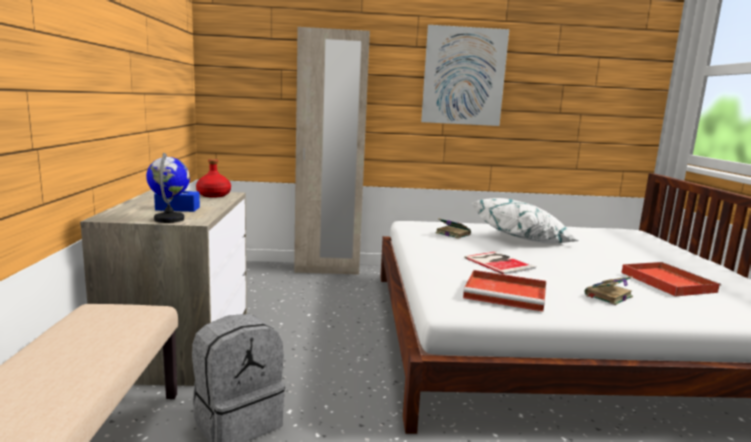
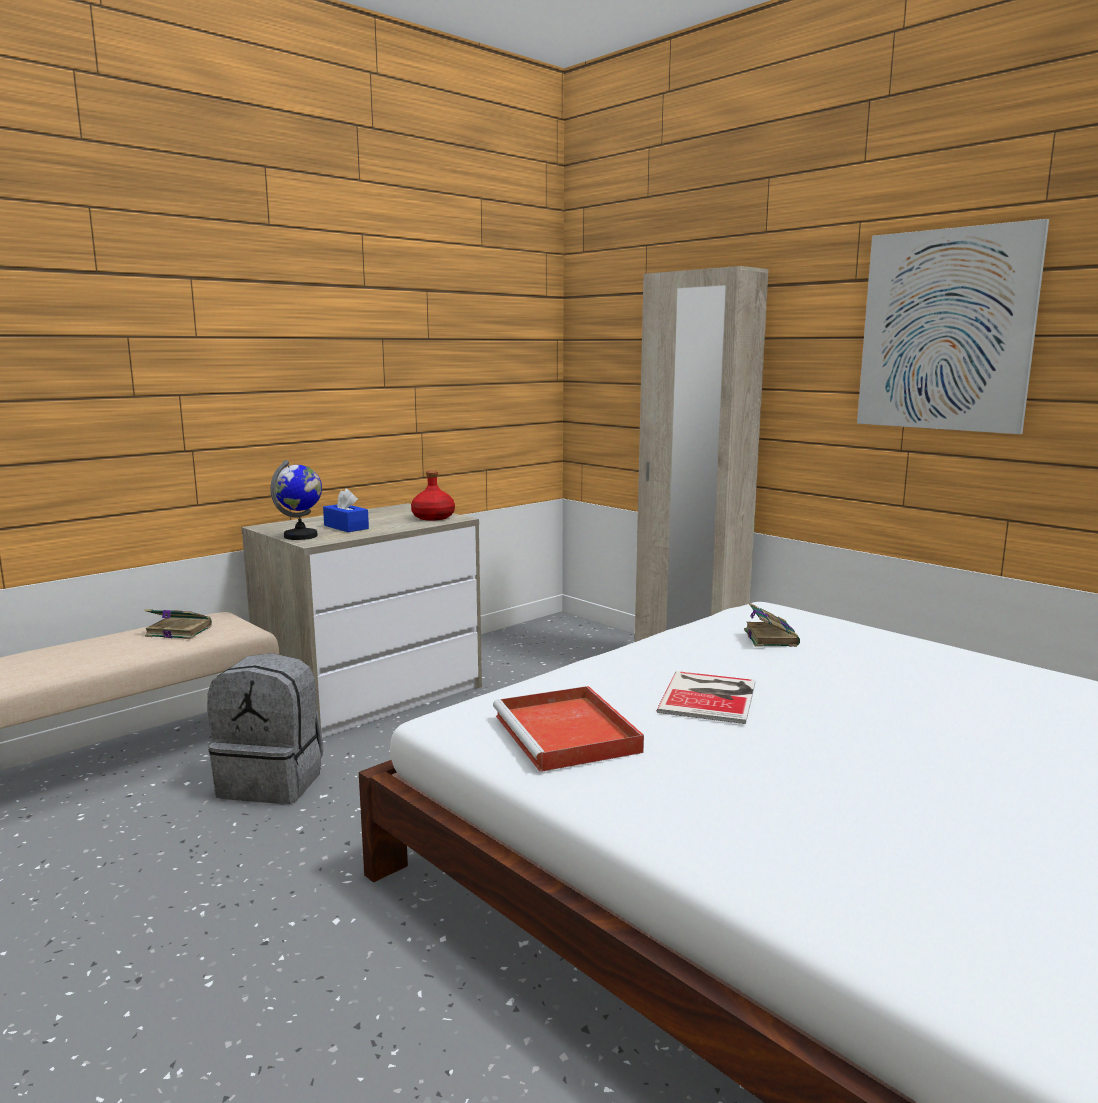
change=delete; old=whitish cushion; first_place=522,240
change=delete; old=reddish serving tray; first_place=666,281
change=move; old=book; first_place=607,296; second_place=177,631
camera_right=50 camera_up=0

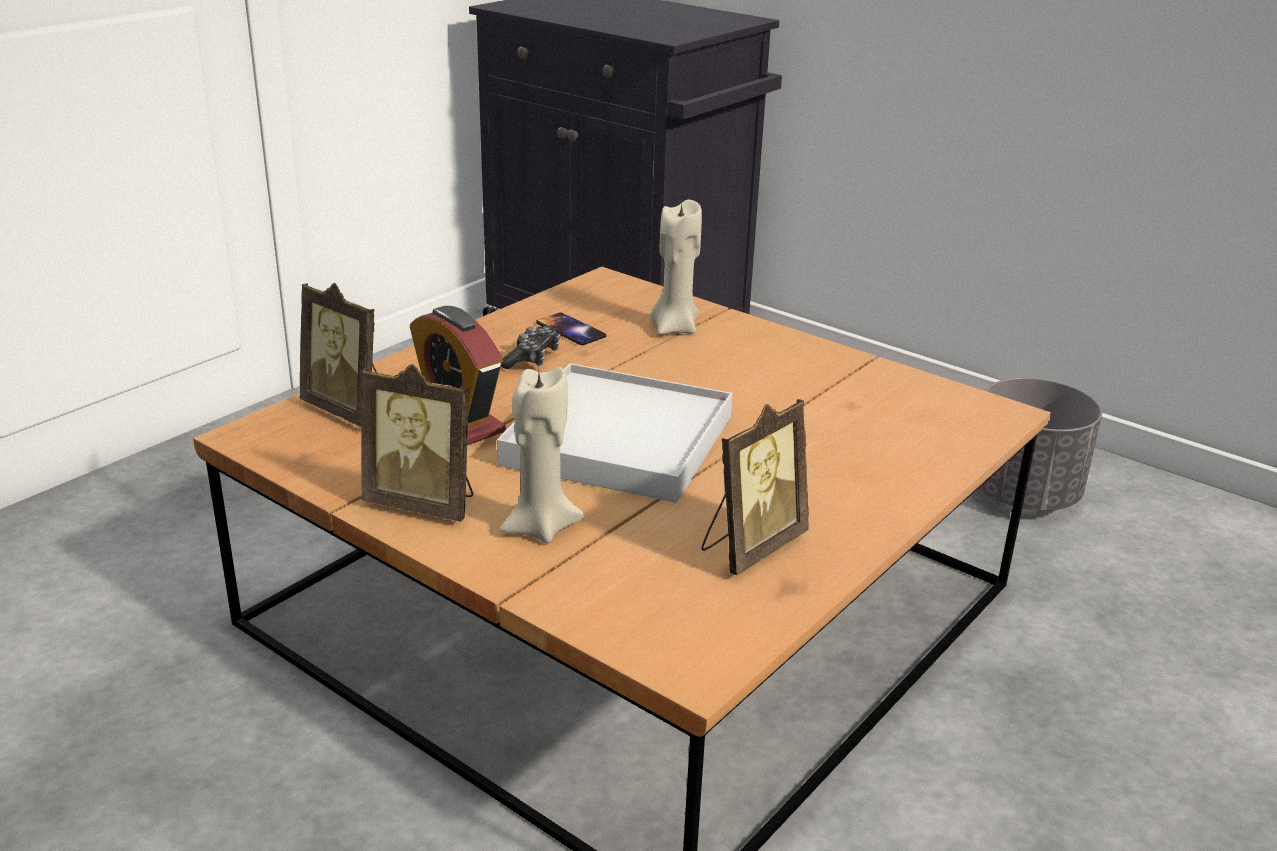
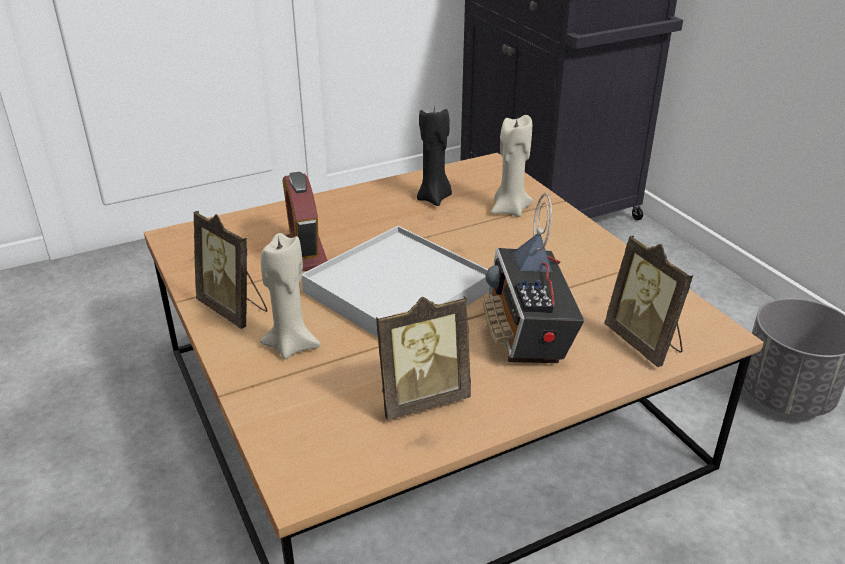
change=delete; old=game controller; first_place=532,358
change=insert; new=radio receiver; second_place=527,335
change=move; old=picture frame; first_place=350,410; second_place=645,343
change=replace; old=phone; new=black-coloured wax candle; first_place=570,330; second_place=434,198
camera_right=25 camera_up=5

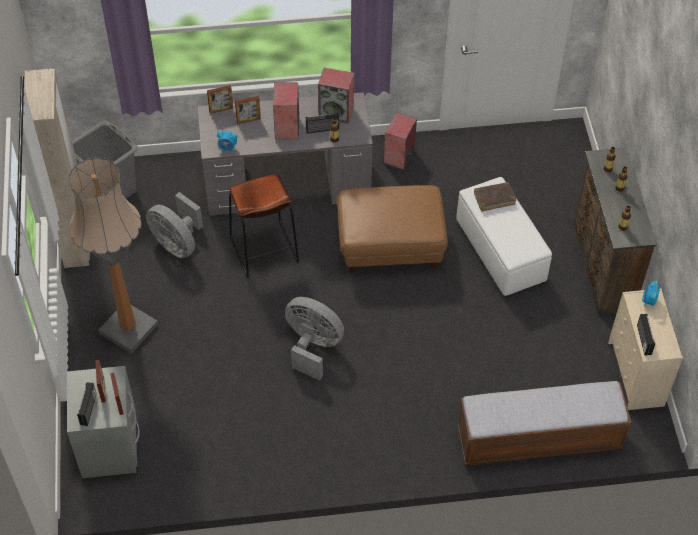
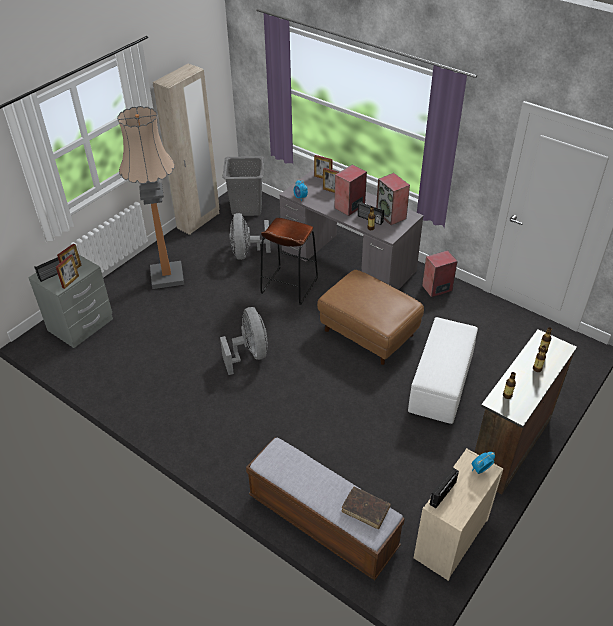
change=move; old=brown book; first_place=494,199; second_place=365,510
camera_right=45 camera_up=-10

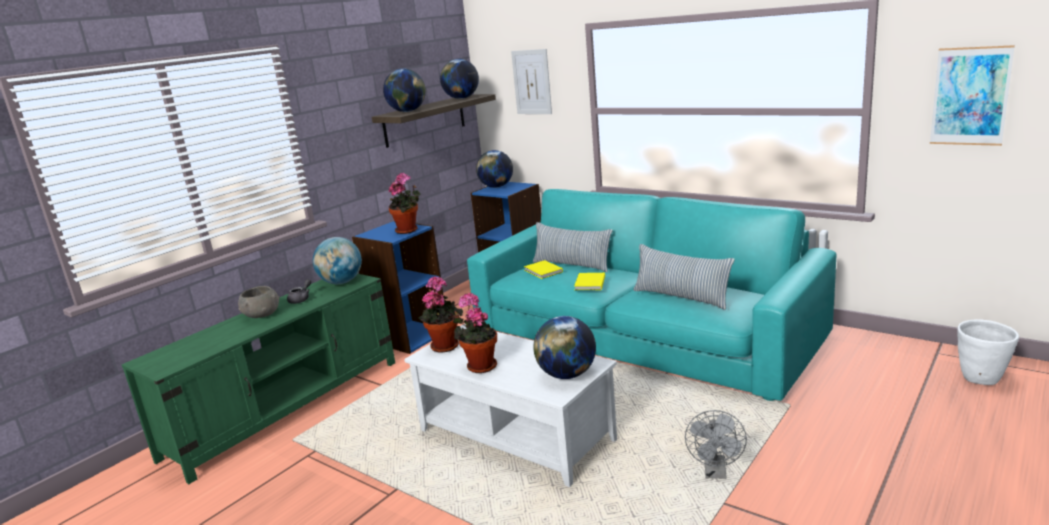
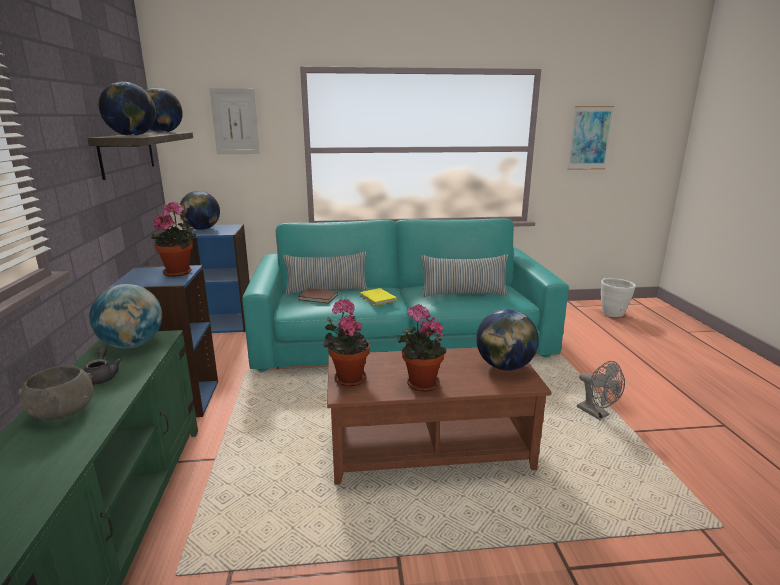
change=recolor; old=whitish coffee table; new=brown coffee table; first_place=517,435; second_place=429,448
change=recolor; old=yellowish book; new=brown book; first_place=543,271; second_place=319,298
camera_right=-45 camera_up=0

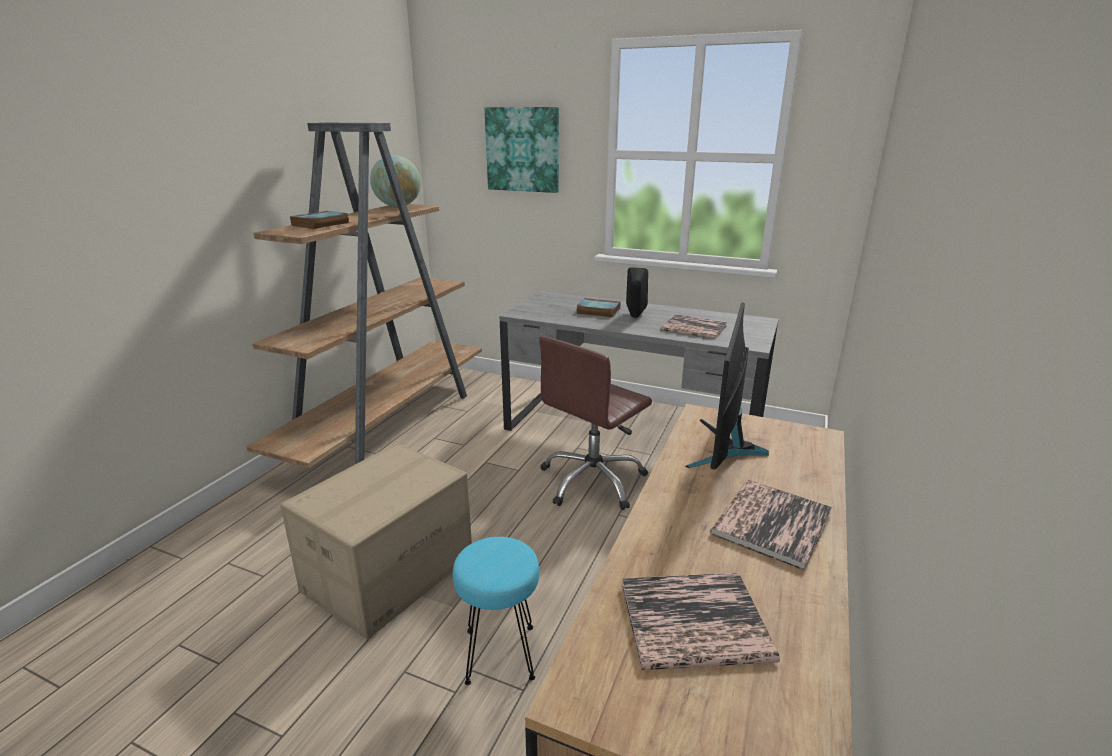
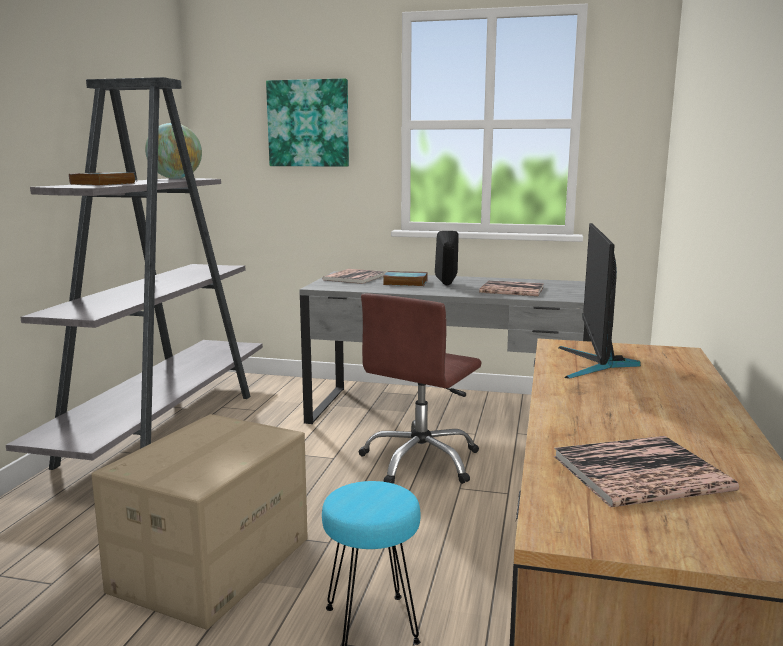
change=move; old=book; first_place=771,523; second_place=354,277
change=recolor; old=brown shelving unit; new=grey shelving unit; first_place=388,423; second_place=164,427
camera_right=-10 camera_up=-10

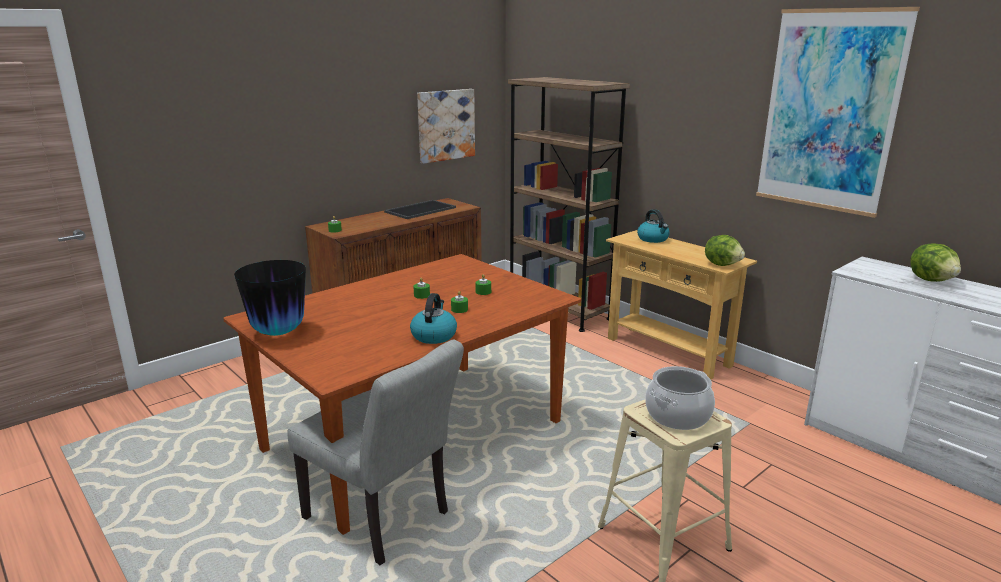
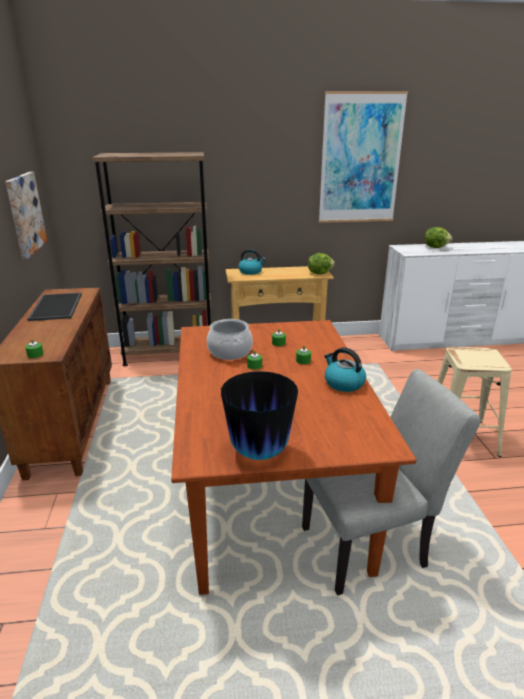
change=move; old=saucepot; first_place=678,415; second_place=230,351
camera_right=-55 camera_up=5

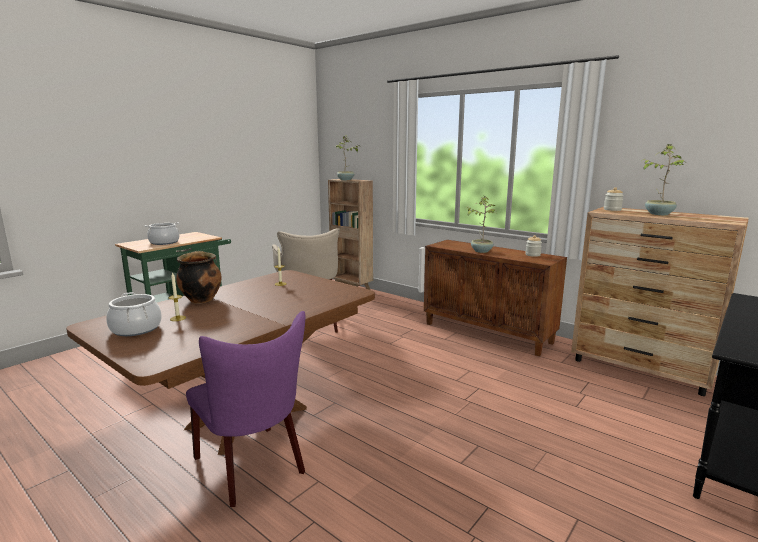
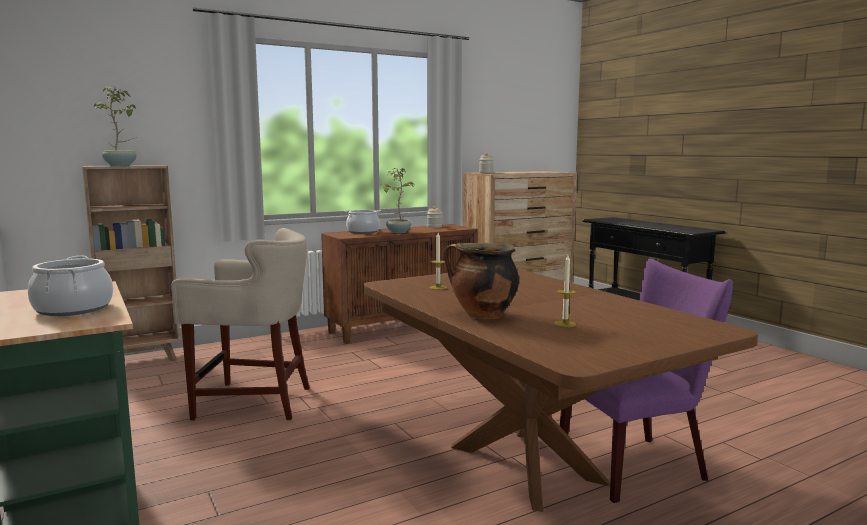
change=delete; old=houseplant; first_place=658,214
change=move; old=saucepot; first_place=136,329; second_place=363,232
camera_right=-70 camera_up=-5

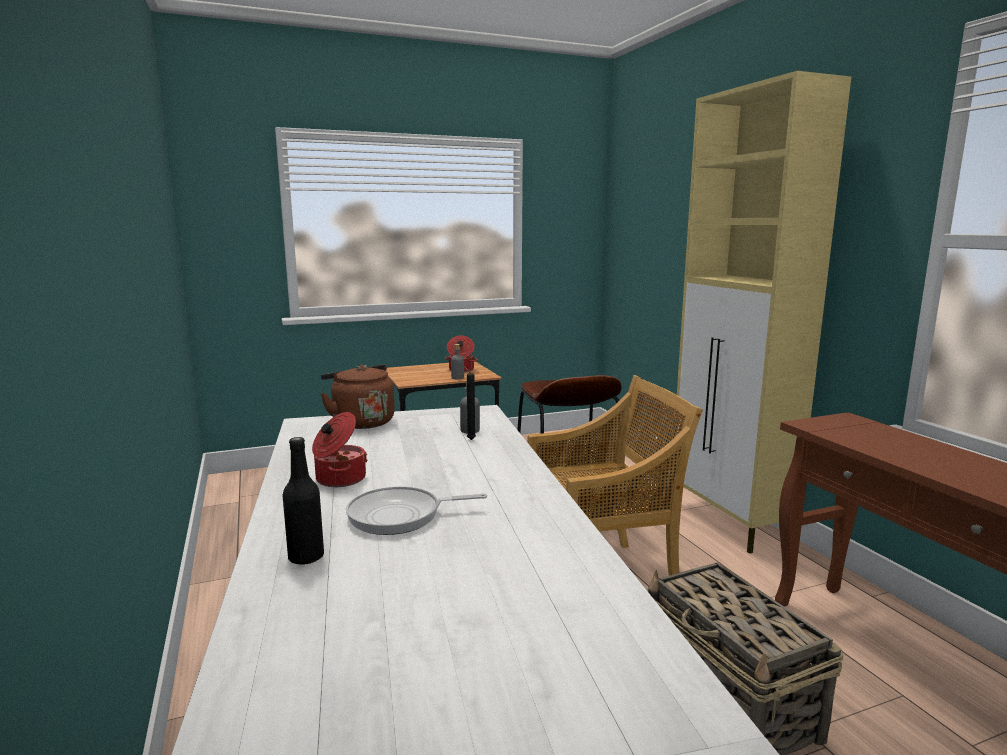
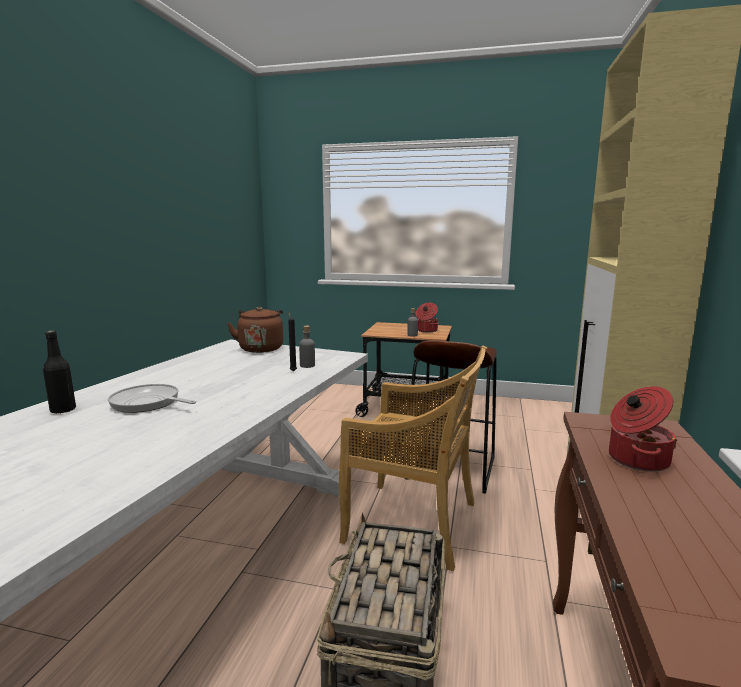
change=move; old=saucepot; first_place=339,479; second_place=636,459
camera_right=35 camera_up=0

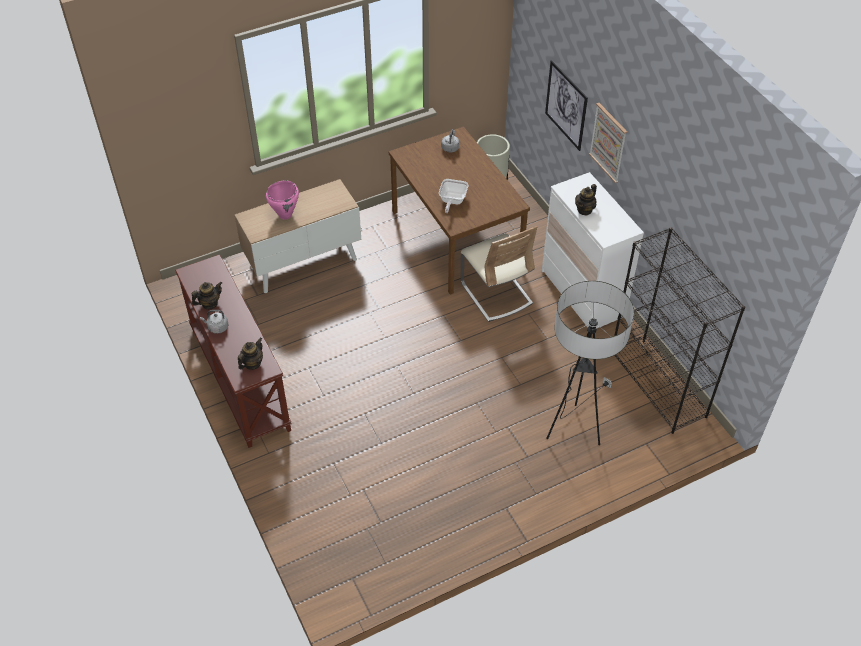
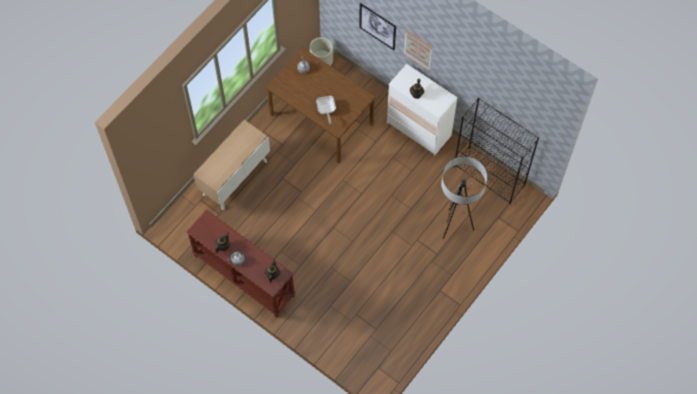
change=delete; old=pinkish saucepot; first_place=285,215
change=delete; old=beige-coloured upright chair; first_place=496,294
camera_right=-25 camera_up=15

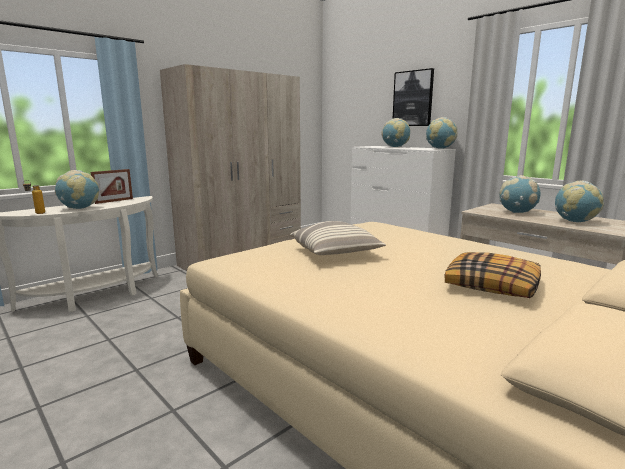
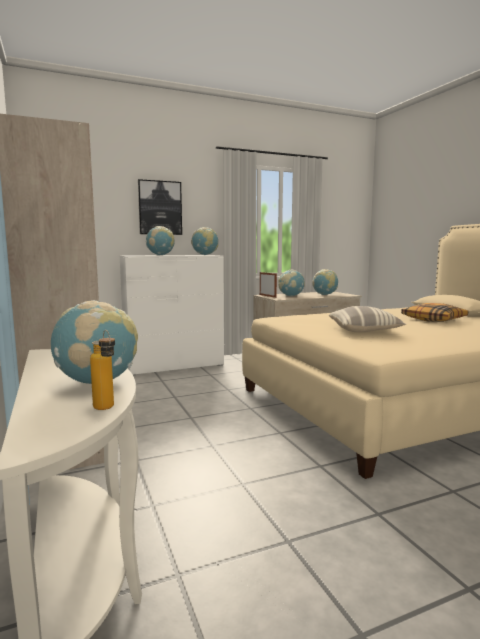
change=move; old=picture frame; first_place=114,201; second_place=267,296
camera_right=-70 camera_up=-5

